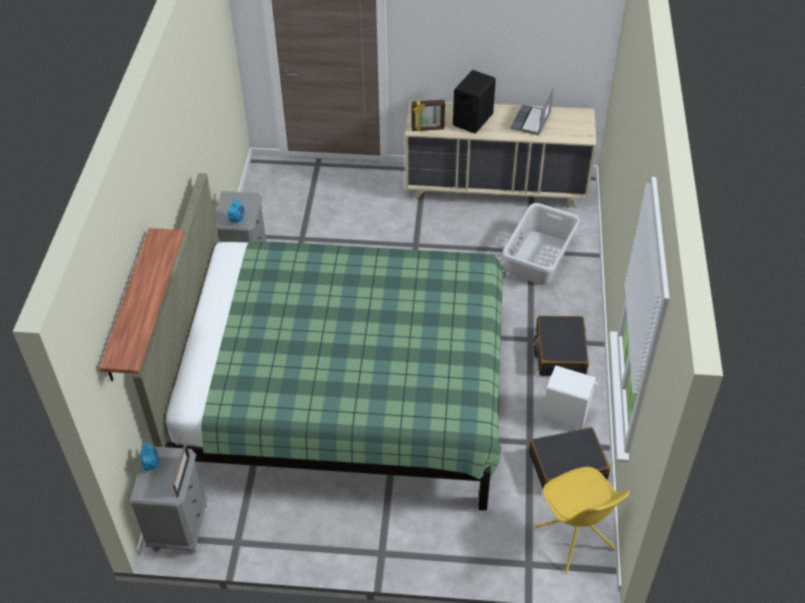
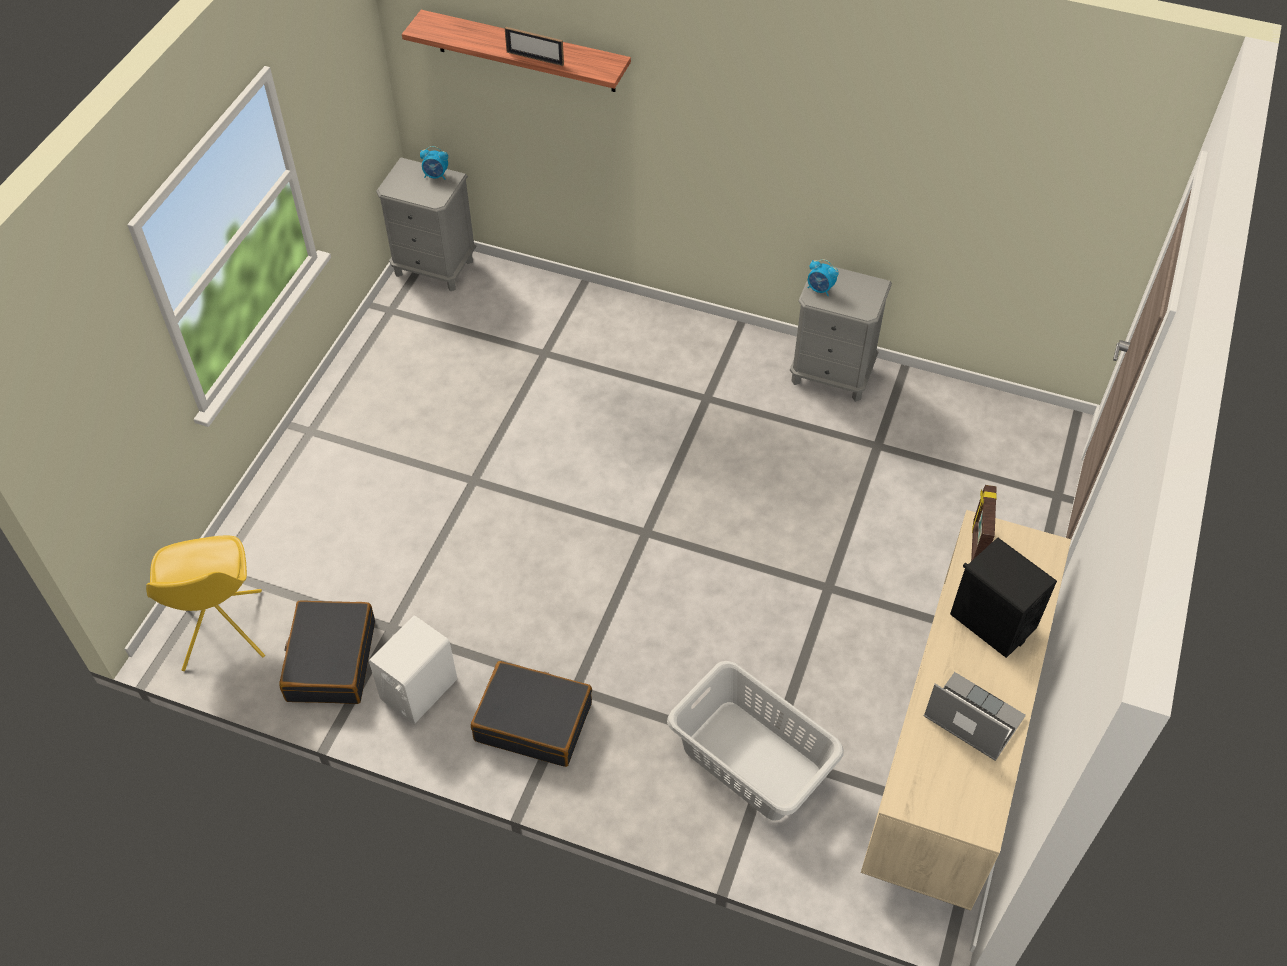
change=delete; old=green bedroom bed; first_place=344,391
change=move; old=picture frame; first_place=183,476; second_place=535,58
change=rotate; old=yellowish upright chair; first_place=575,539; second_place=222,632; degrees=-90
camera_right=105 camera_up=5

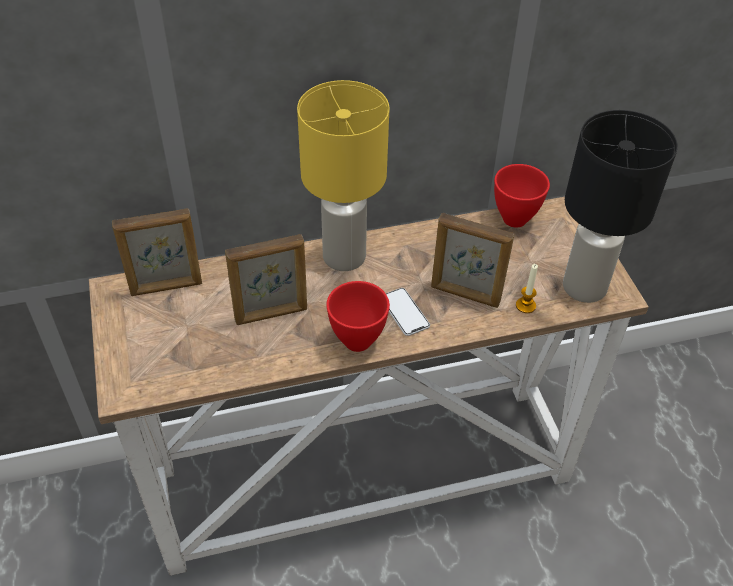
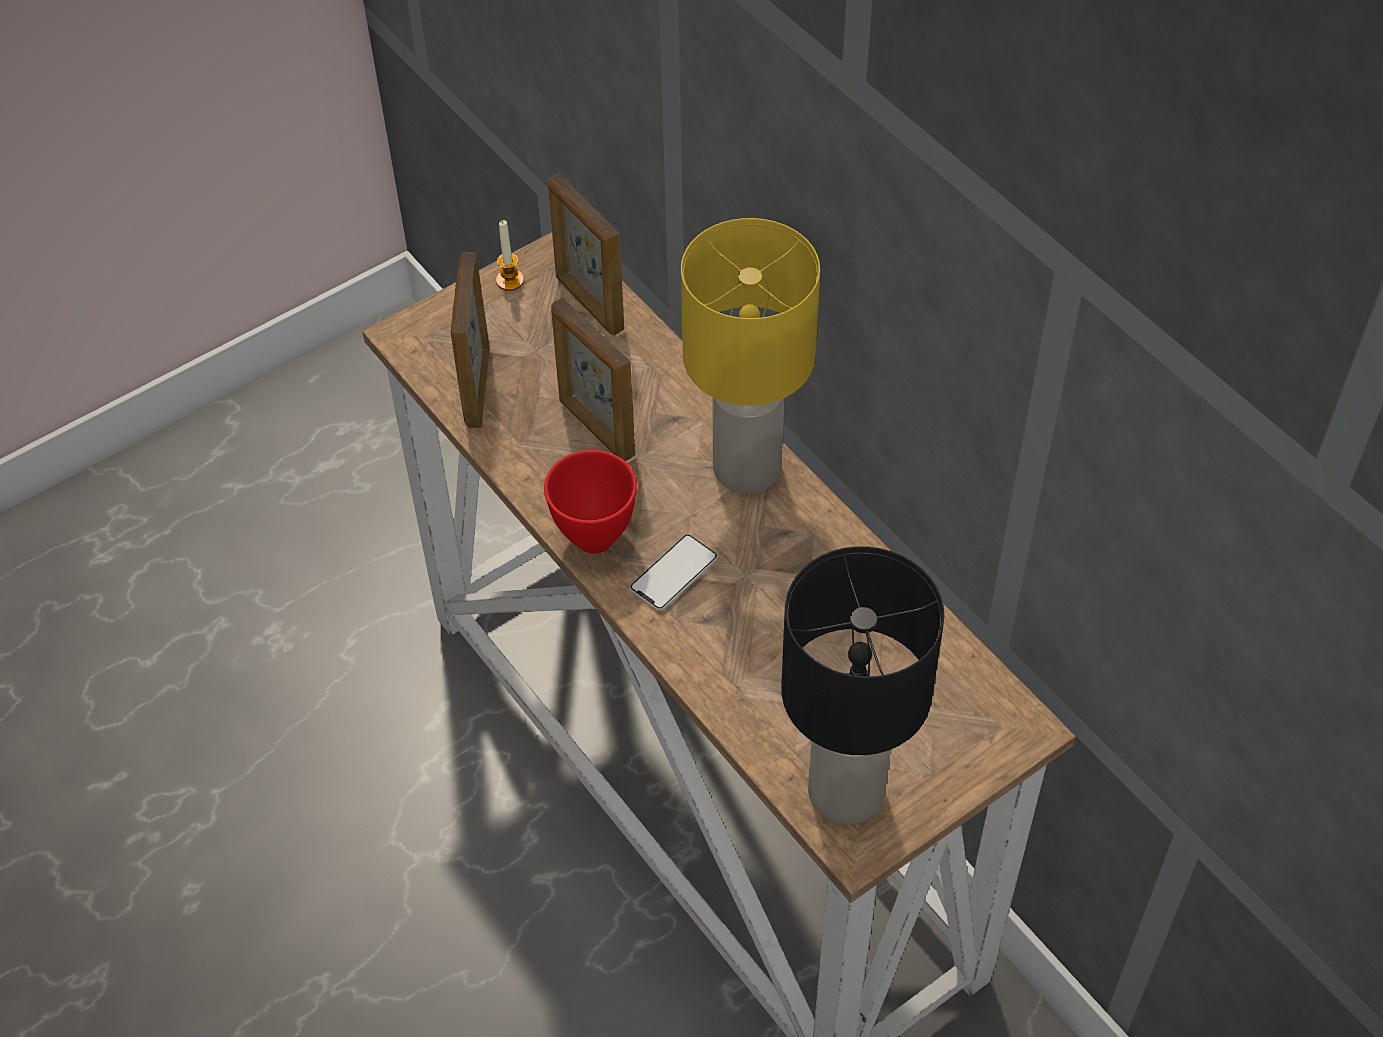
change=delete; old=reddish deep dish; first_place=513,218
change=move; old=picture frame; first_place=465,295; second_place=477,388
change=move; old=wax candle; first_place=525,305; second_place=510,280
camera_right=70 camera_up=5

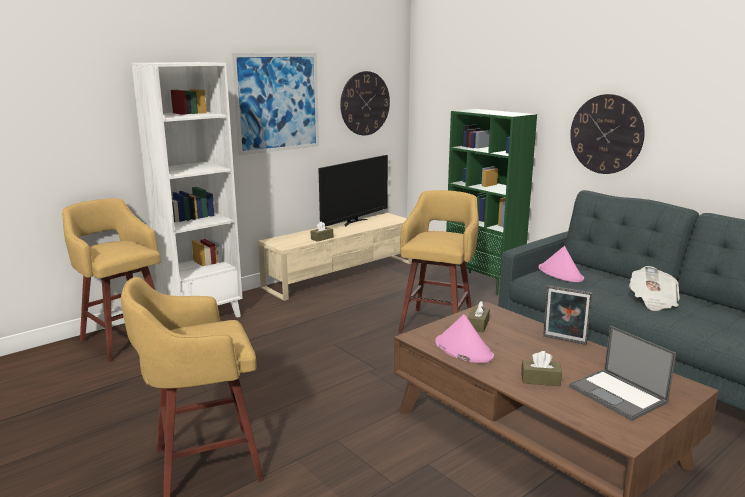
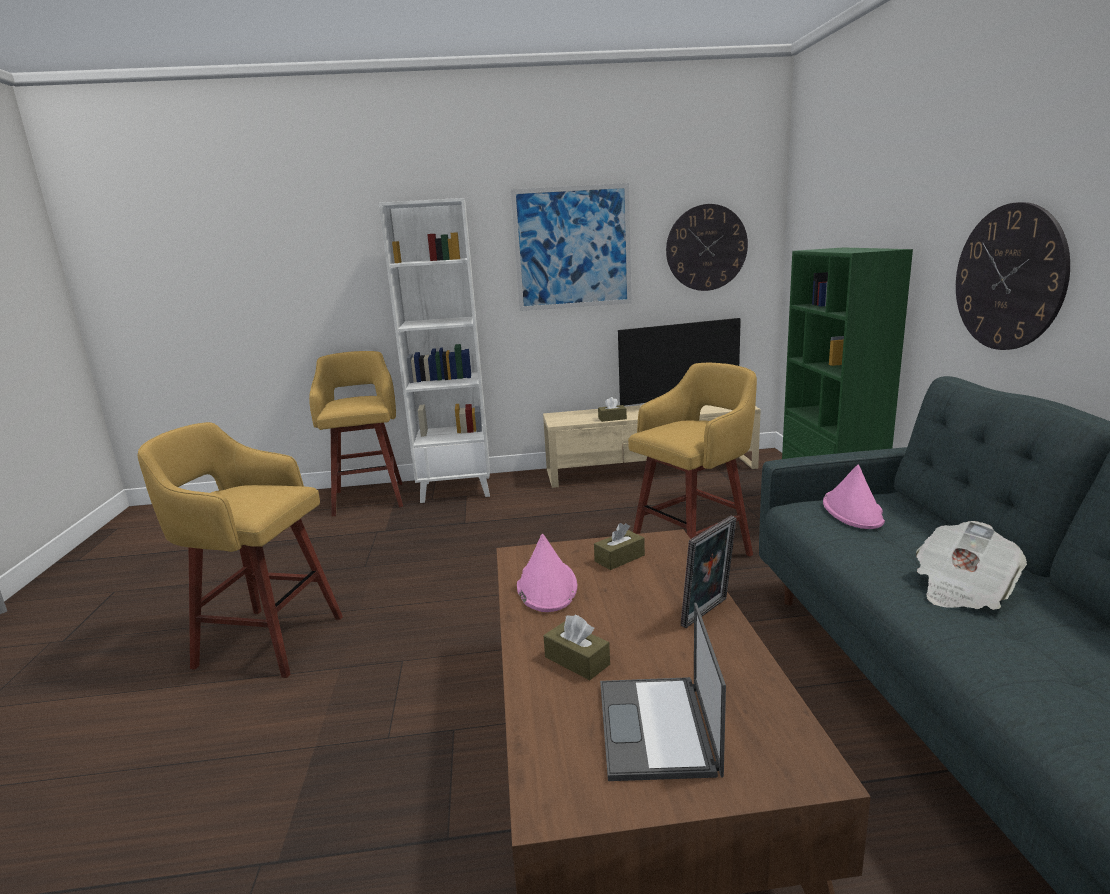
change=rotate; old=picture frame; first_place=564,340; second_place=708,613; degrees=-105
camera_right=35 camera_up=0

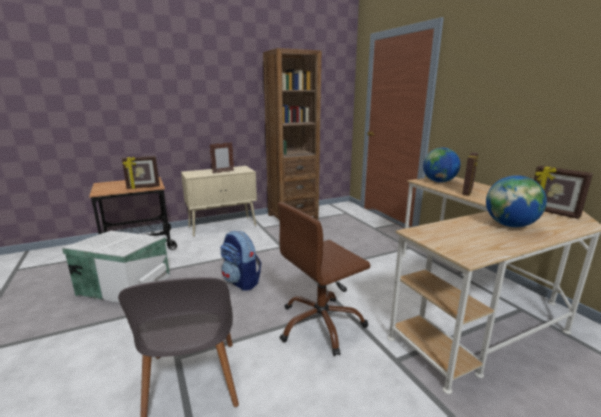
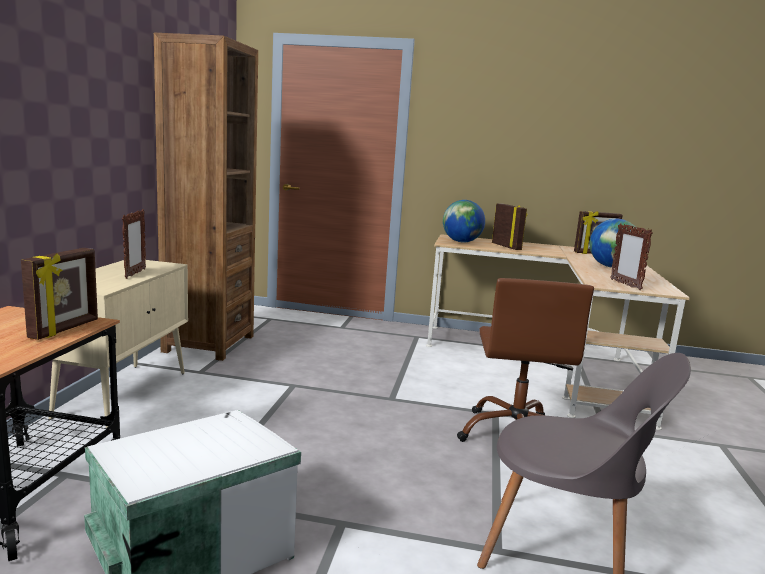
change=delete; old=rucksack; first_place=241,282
change=insert; new=picture frame; second_place=625,284
camera_right=-55 camera_up=-5

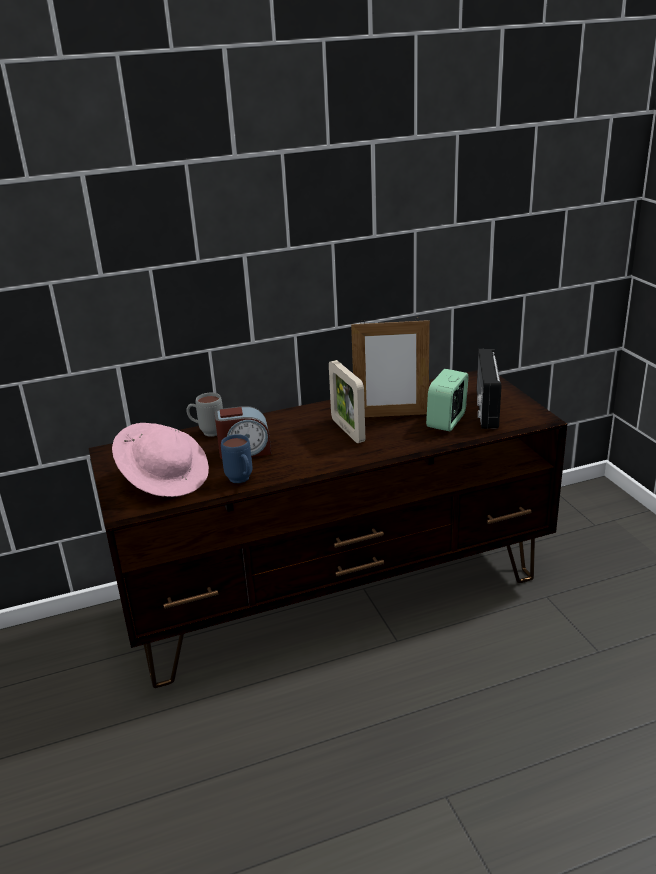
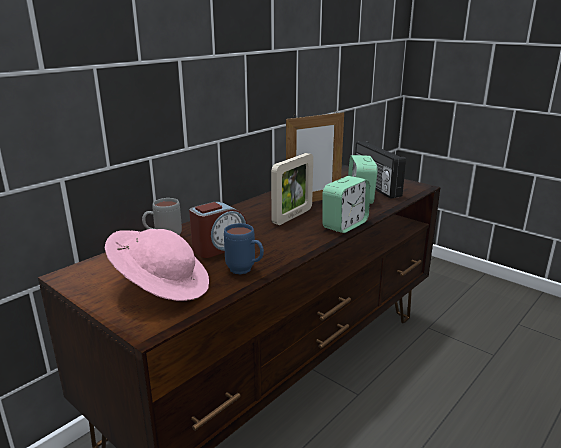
change=insert; new=table clock; second_place=345,225
change=rotate; old=picture frame; first_place=347,430; second_place=292,216; degrees=-90
camera_right=-30 camera_up=-5

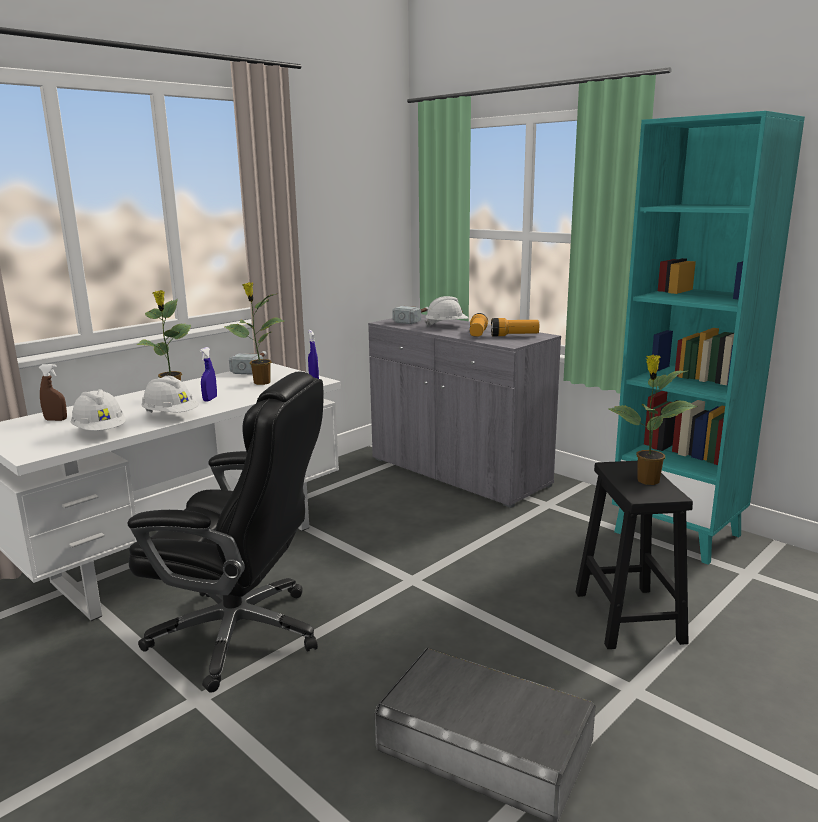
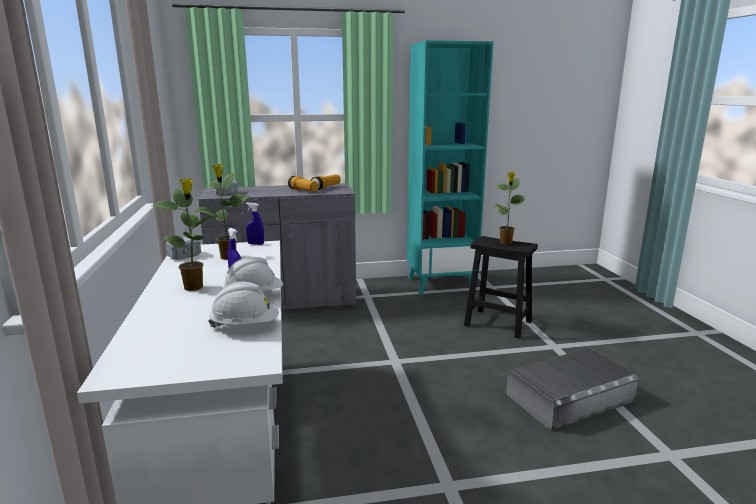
change=delete; old=brown sprayer; first_place=56,420
change=delete; old=black-coloured office chair; first_place=241,634
change=delete; old=whitish work helmet; first_place=446,326
camera_right=-55 camera_up=0

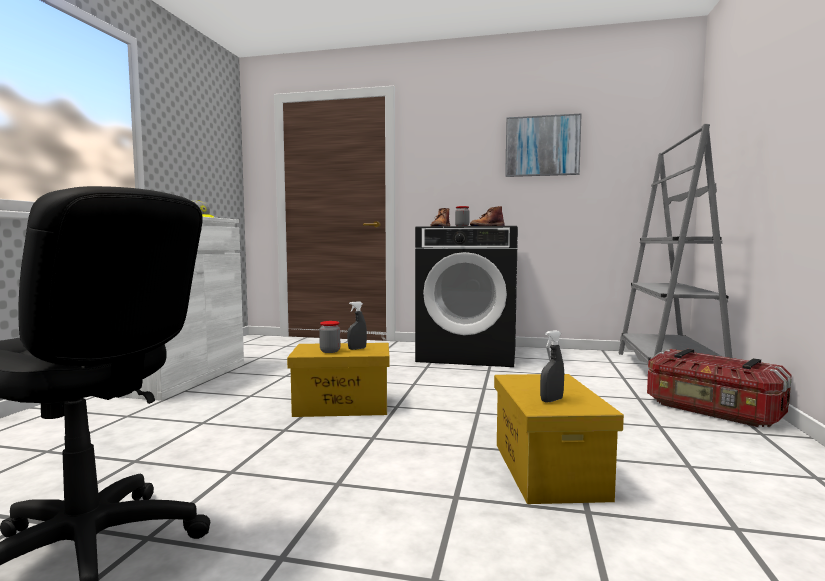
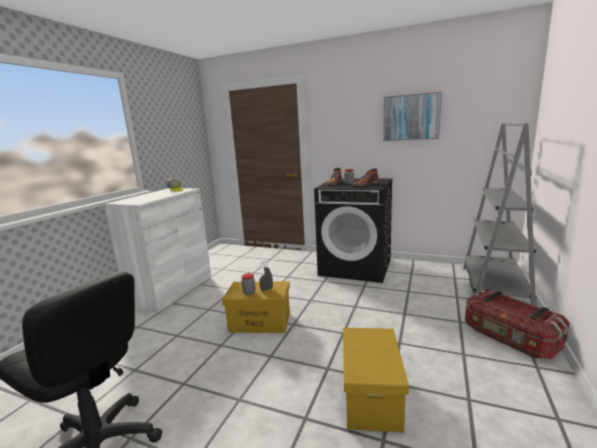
change=delete; old=grey sprayer; first_place=551,400
camera_right=10 camera_up=10

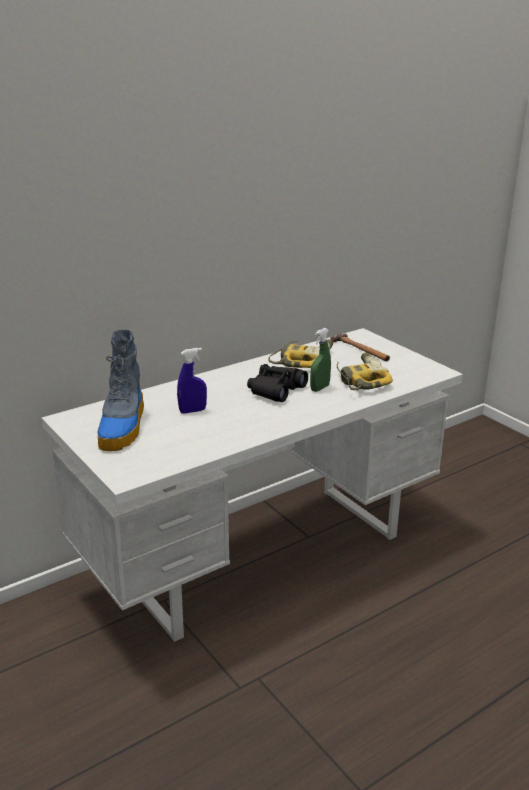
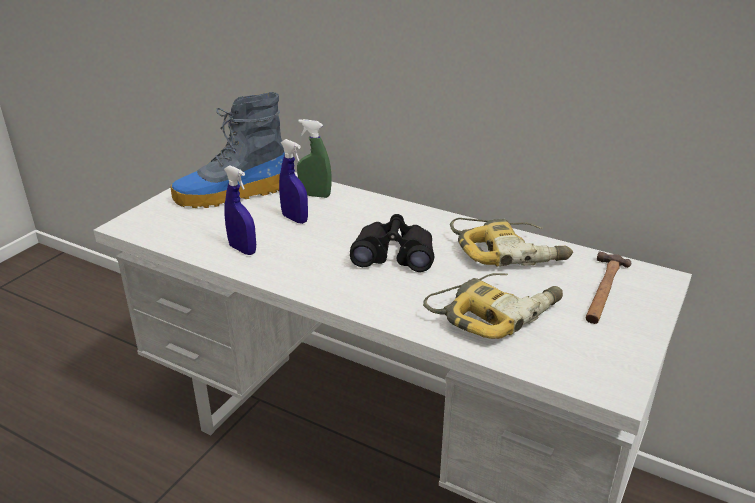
change=insert; new=bluish sprayer; second_place=242,249
change=move; old=green sprayer; first_place=320,388; second_place=315,195
camera_right=65 camera_up=5

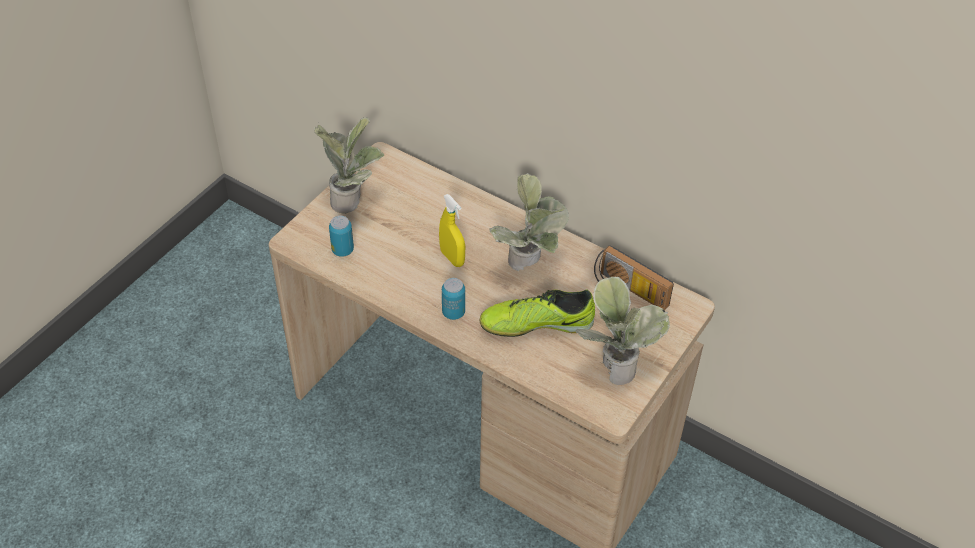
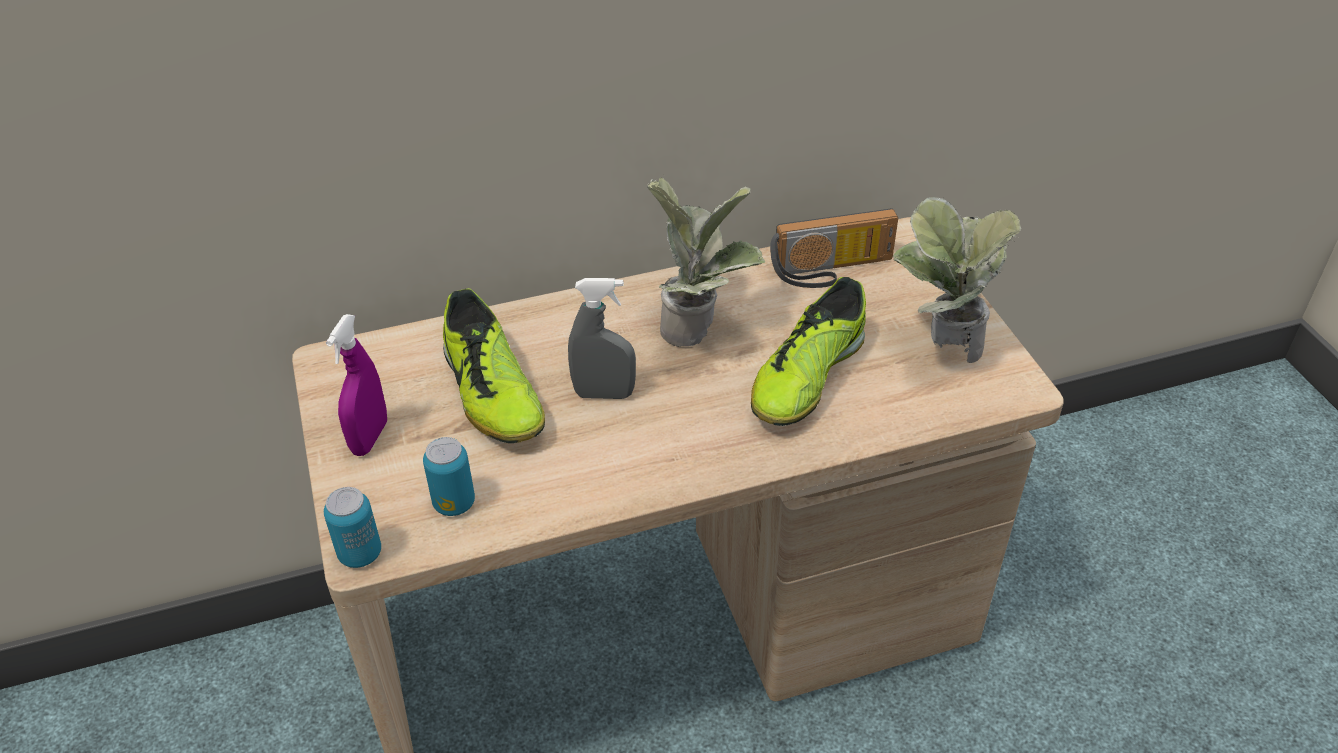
change=insert; new=item of footwear; second_place=492,393
change=move; old=sealed can; first_place=453,312; second_place=360,553
change=replace; old=houseplant; new=purplish sprayer; first_place=352,200; second_place=369,438
change=recolor; old=yellowish sprayer; new=grey sprayer; first_place=452,258; second_place=604,394
camera_right=-50 camera_up=-5

